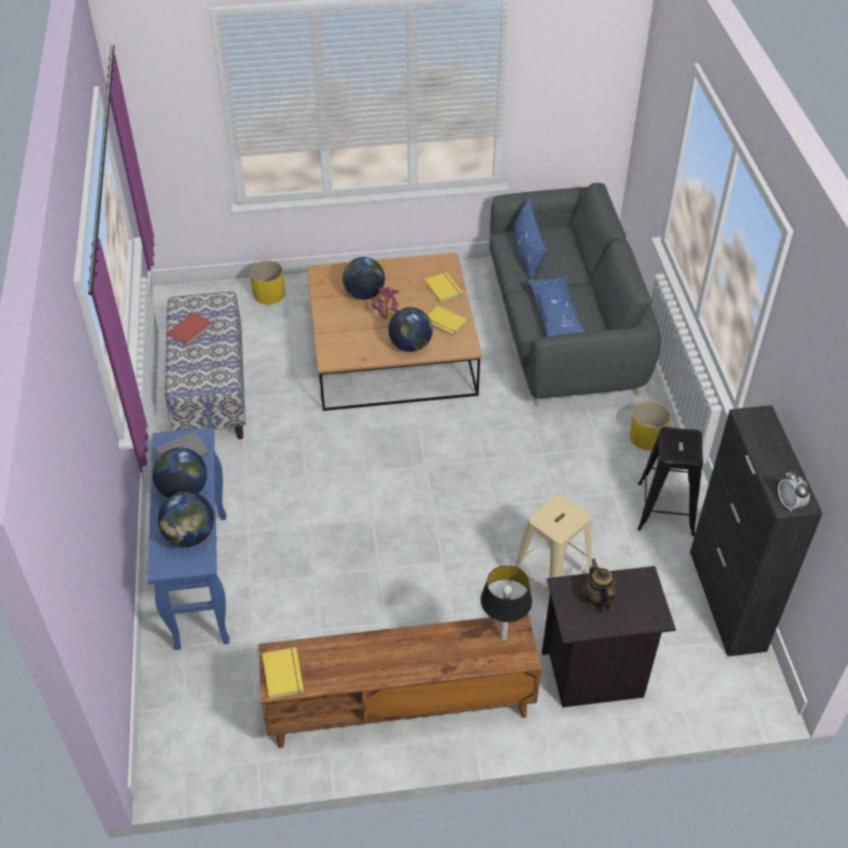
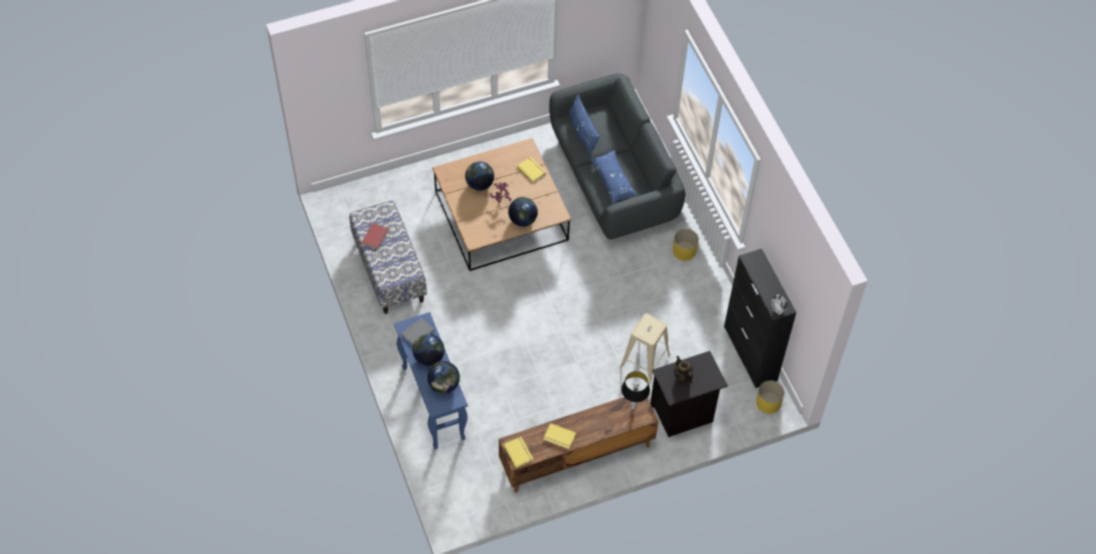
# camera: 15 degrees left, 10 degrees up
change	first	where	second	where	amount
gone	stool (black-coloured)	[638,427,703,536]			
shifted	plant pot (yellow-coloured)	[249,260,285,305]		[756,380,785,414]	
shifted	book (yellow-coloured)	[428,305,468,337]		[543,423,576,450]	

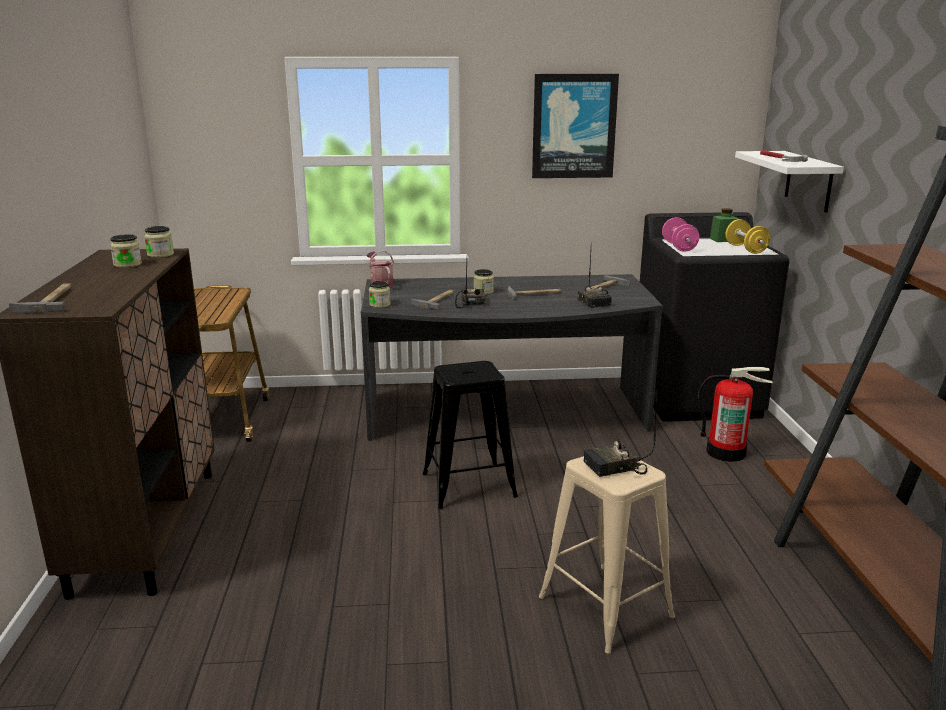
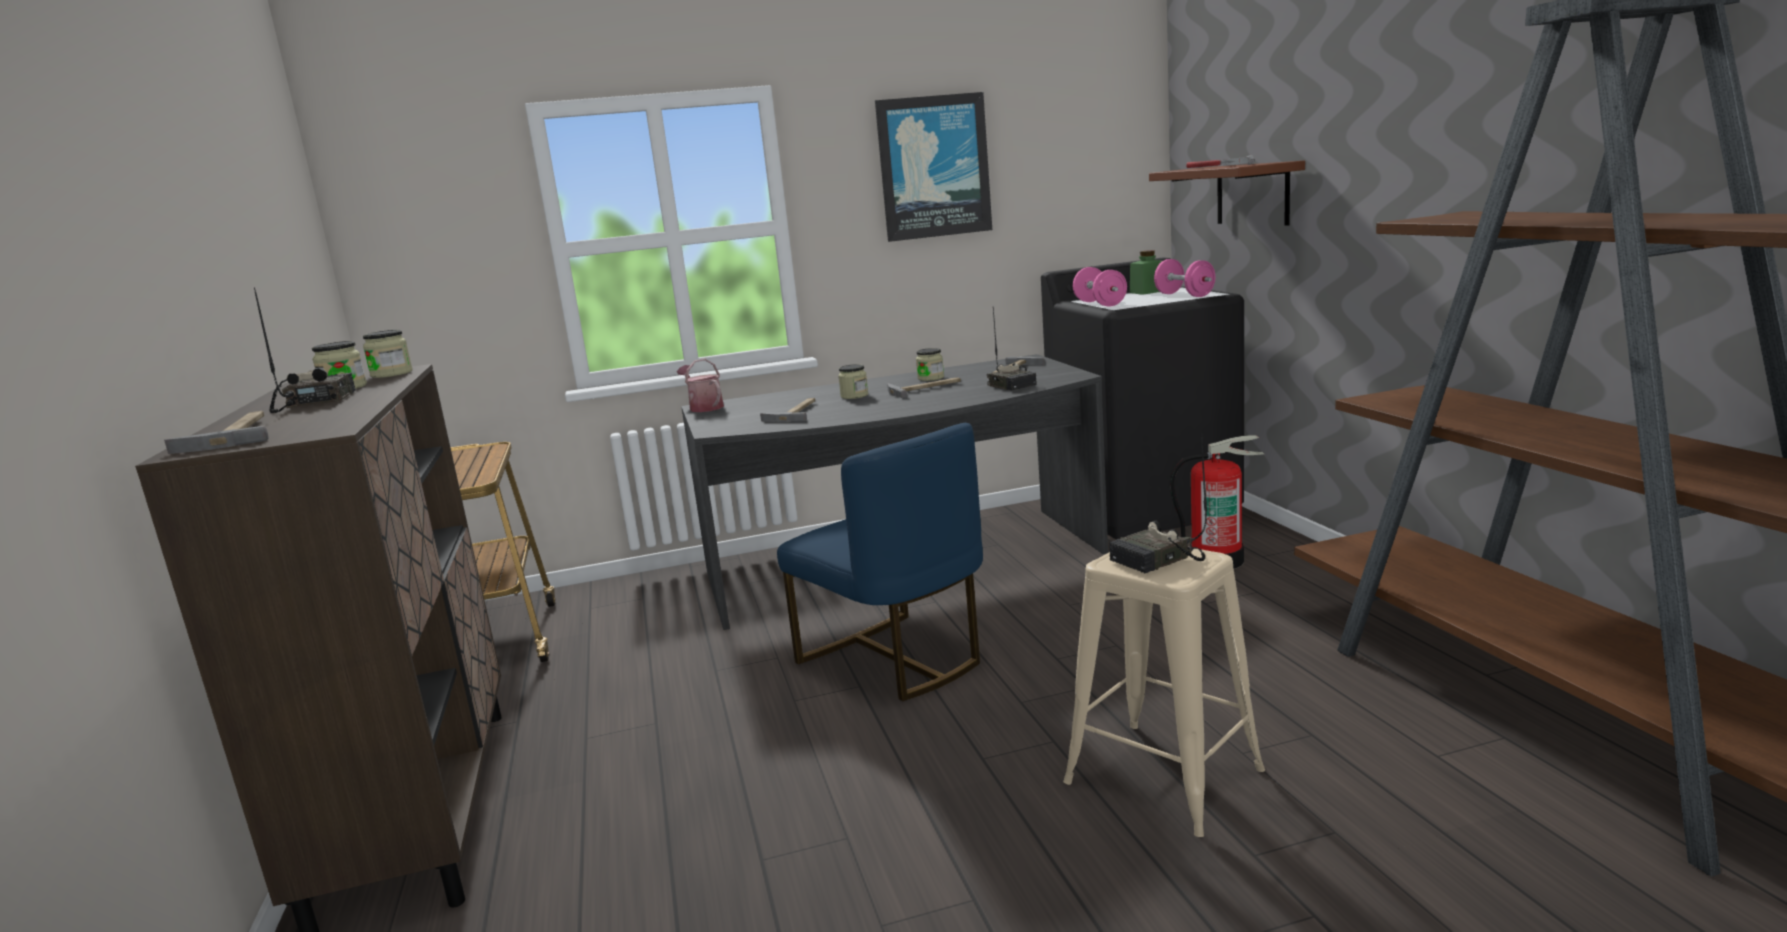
# camera: 10 degrees left, 5 degrees down
change	first	where	second	where	amount
shifted	jar	[369,281,391,308]		[916,348,944,381]	
shifted	radio	[455,262,485,308]		[254,288,356,413]	
swapped	stool (black-coloured)	[423,361,518,509]	upright chair (blue-coloured)	[777,423,983,701]	
repainted	hand weight (yellow-coloured)	[725,219,770,254]	hand weight (pink-coloured)	[1154,259,1215,297]	
repainted	bracket shelf (whitish)	[735,151,844,212]	bracket shelf (brownish)	[1149,161,1305,226]	

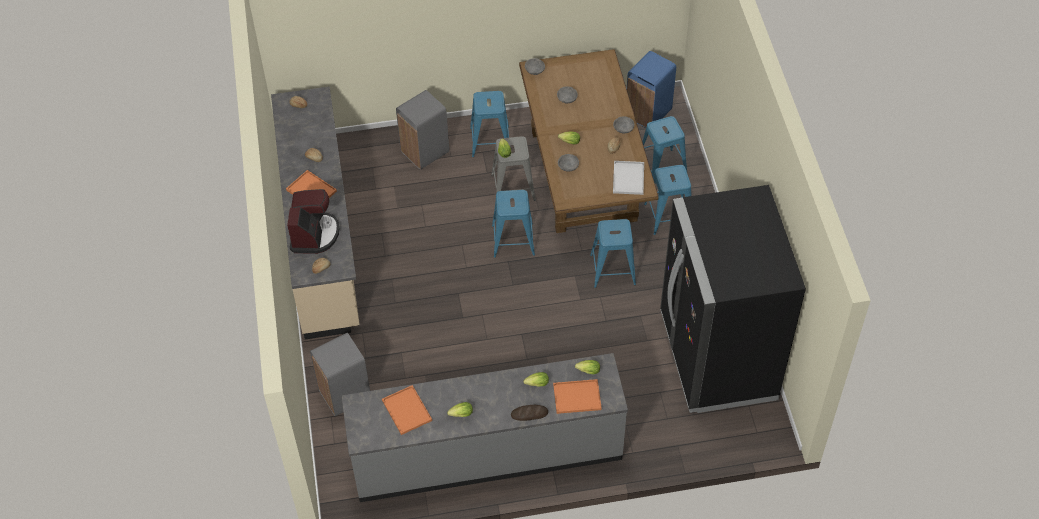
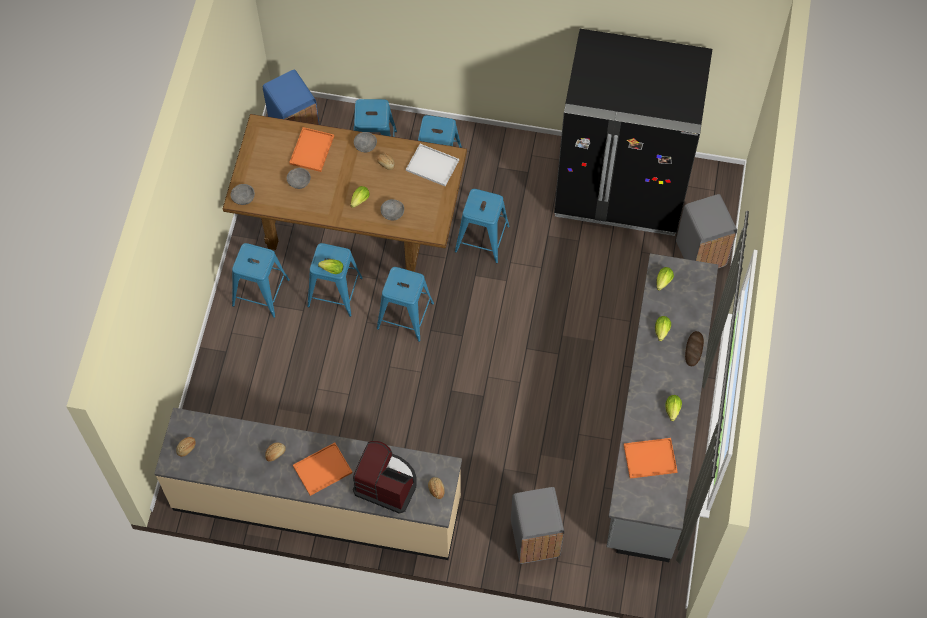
# camera: 70 degrees left, 10 degrees up
change	first	where	second	where	amount
shifted	trash can (gray)	[396,90,449,170]		[676,194,737,268]	
shifted	serving tray (orange)	[553,379,602,414]		[289,127,334,172]	
repainted	stool (gray)	[491,136,536,201]	stool (blue-coloured)	[307,243,363,317]	

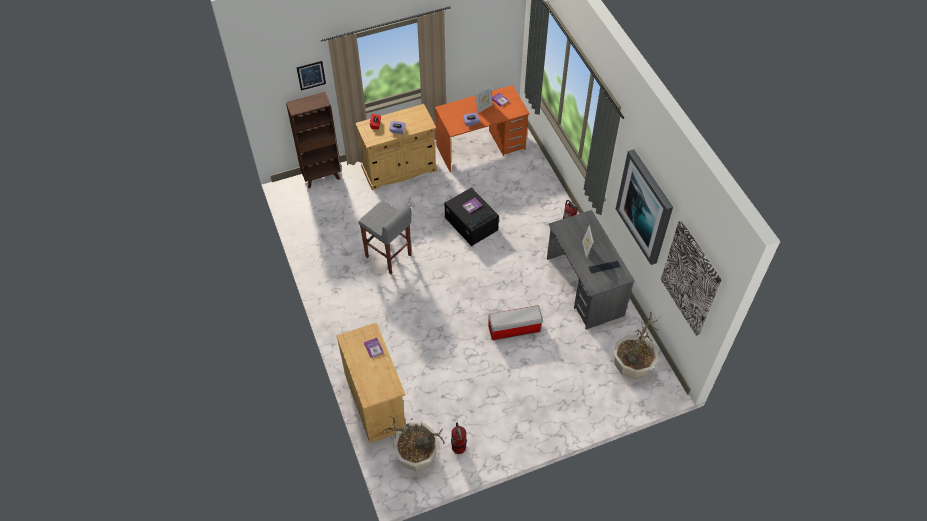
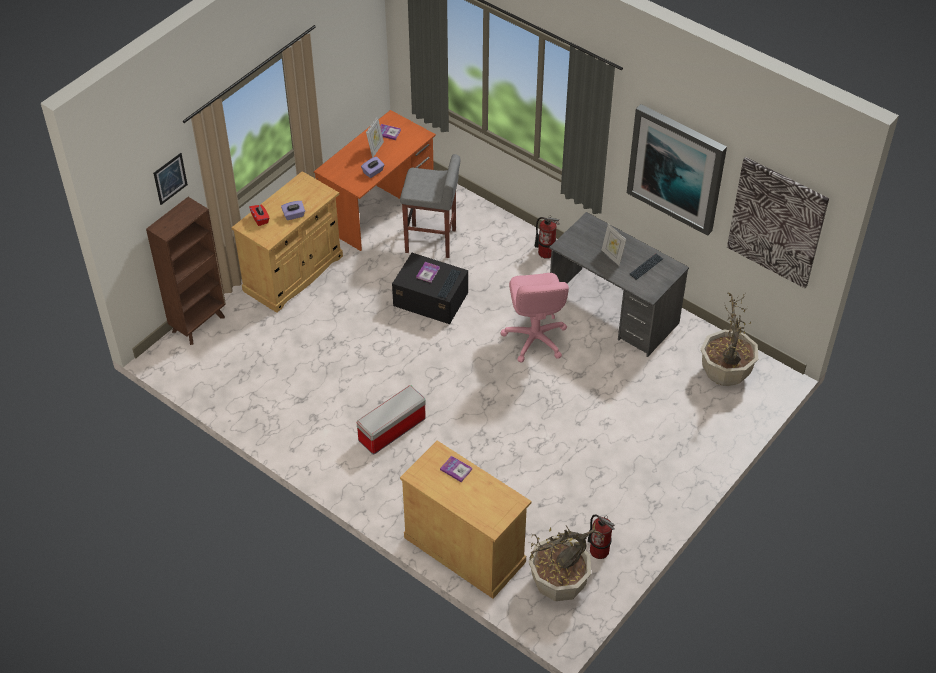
# camera: 30 degrees left, 5 degrees down
change	first	where	second	where	amount
new			desk chair (pink-coloured)	[500,273,569,363]	
shifted	stool (gray)	[358,201,412,274]		[400,154,460,258]	
shifted	storage bin	[488,305,543,340]		[357,385,426,455]	

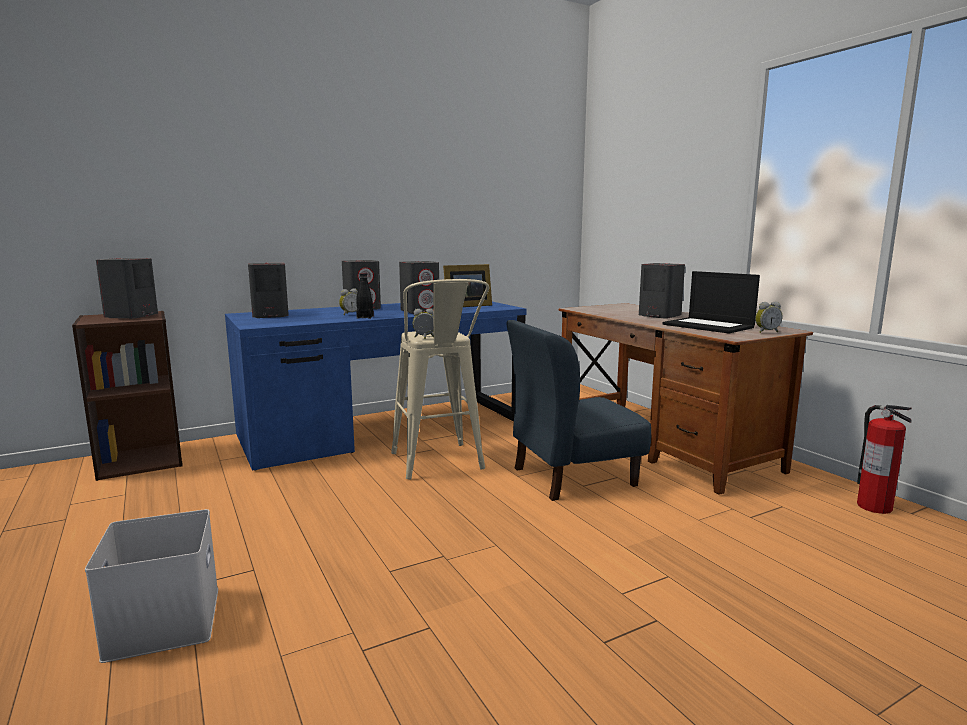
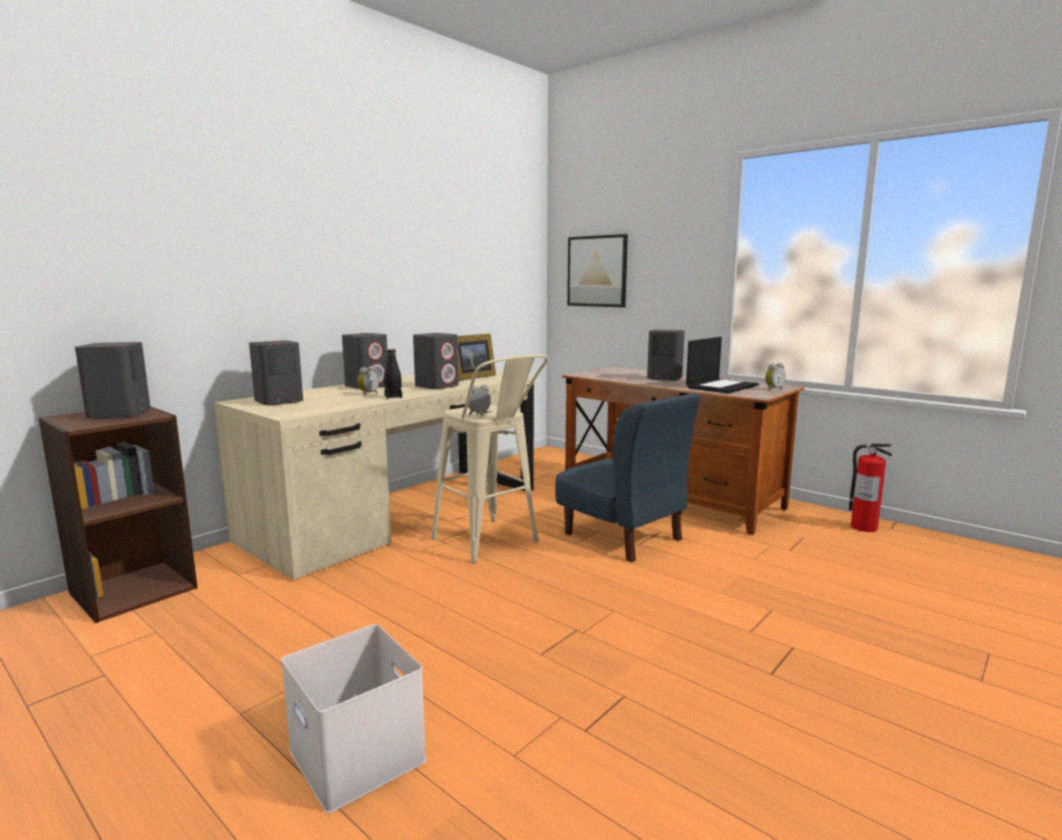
# camera: 20 degrees left, 0 degrees up
change	first	where	second	where	amount
new			wall picture	[567,234,628,307]	
repainted	desk table (blue-coloured)	[225,302,526,471]	desk table (beige-coloured)	[214,372,535,580]	
rotated	upright chair (blue-coloured)	[506,320,651,501]		[555,393,700,562]	90 degrees counterclockwise
rotated	portable computer	[663,271,760,334]		[686,337,759,394]	75 degrees counterclockwise

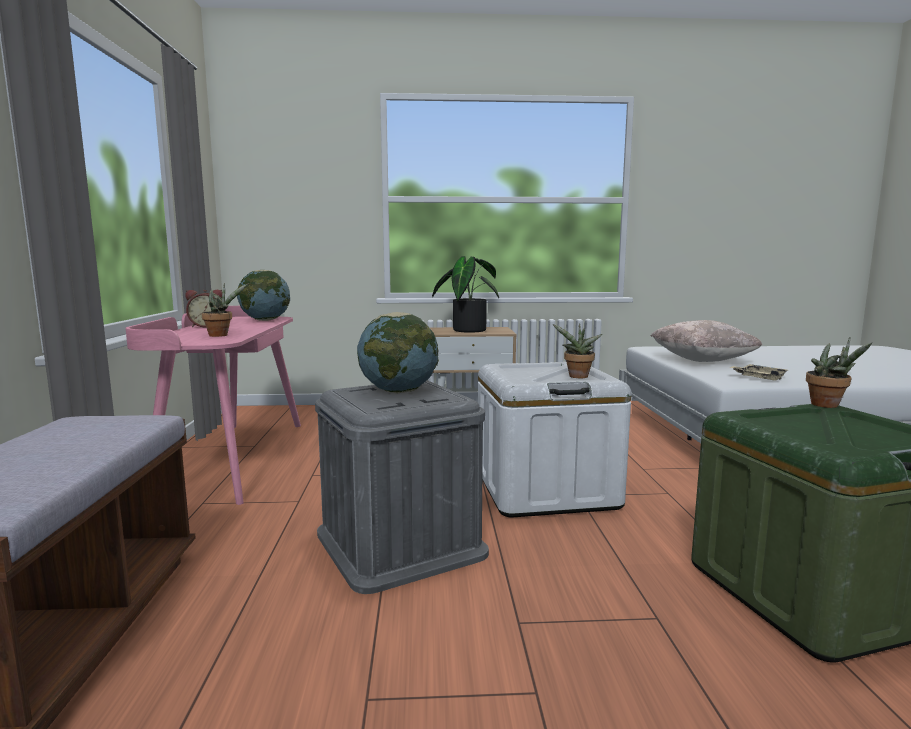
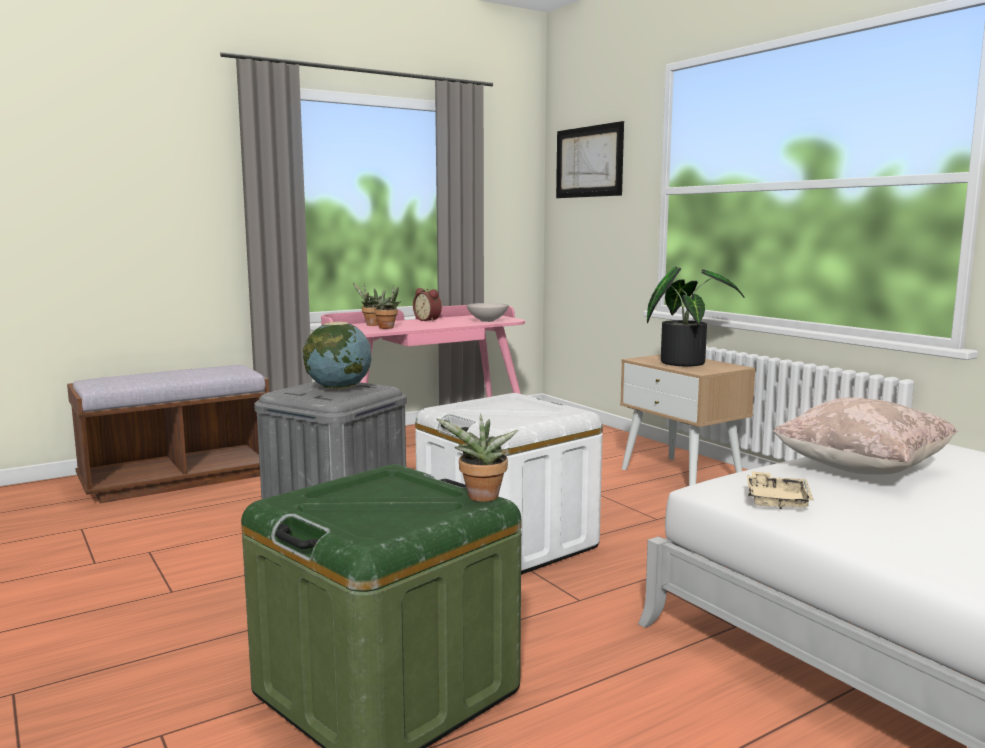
# camera: 60 degrees right, 0 degrees up
change	first	where	second	where	amount
new			wall picture	[556,121,624,198]	
shifted	potted plant	[552,323,603,378]		[353,283,381,326]	
swapped	globe	[237,270,290,321]	deep dish (whitish)	[466,303,509,322]	

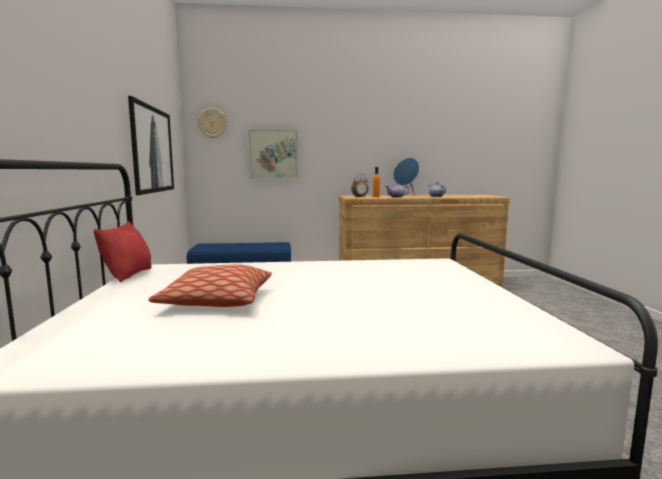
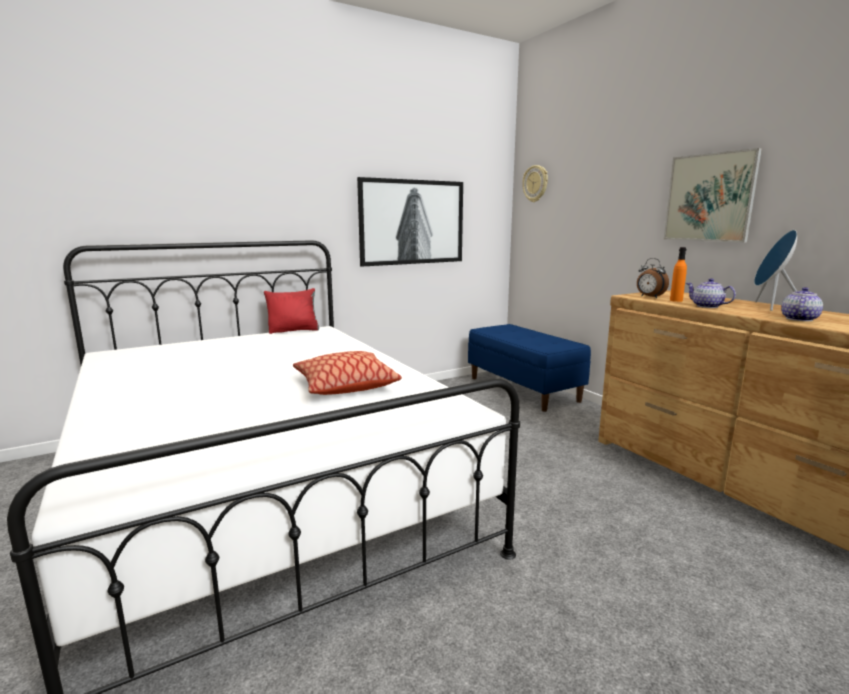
# camera: 65 degrees right, 5 degrees up
change	first	where	second	where	amount
shifted	cushion	[148,264,272,307]		[293,351,402,395]	
shifted	wall picture	[248,130,298,179]		[664,148,762,242]	

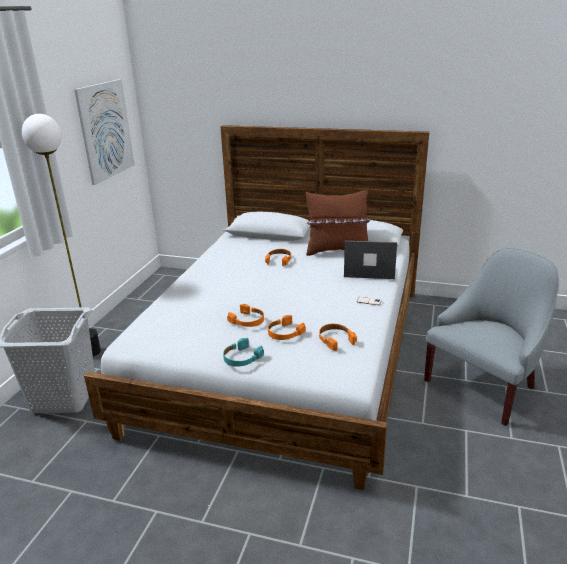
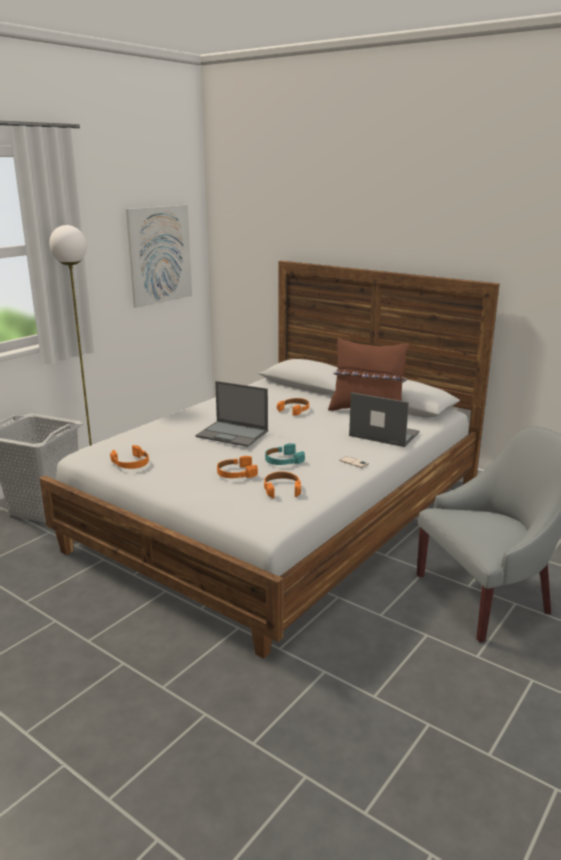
# camera: 20 degrees right, 5 degrees down
change	first	where	second	where	amount
new			portable computer	[195,381,268,447]	
shifted	headphones (blue-green)	[223,338,264,367]		[265,443,305,465]	
shifted	headphones (orange)	[227,304,264,327]		[110,445,149,469]	

